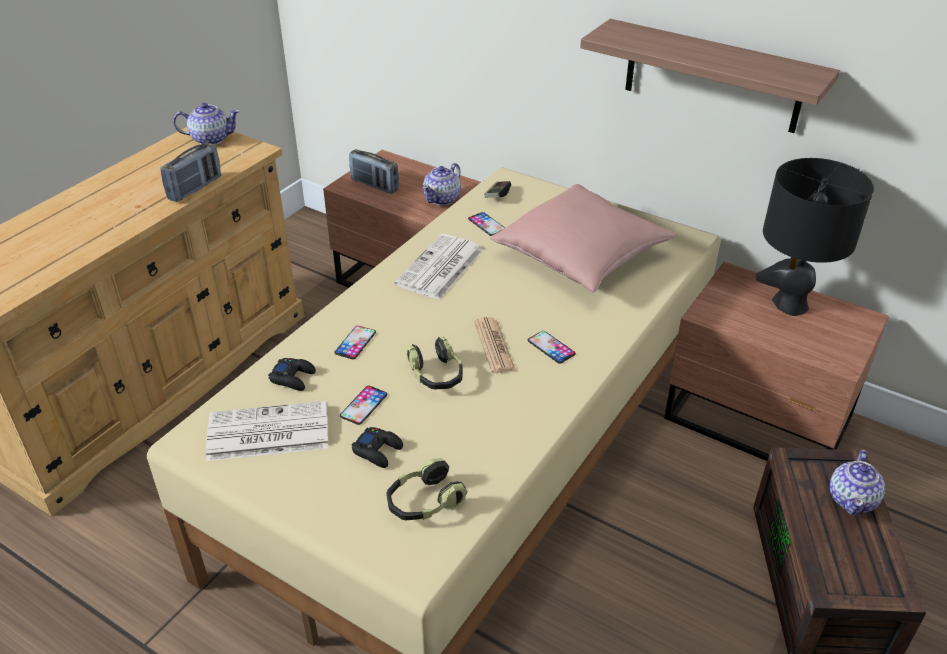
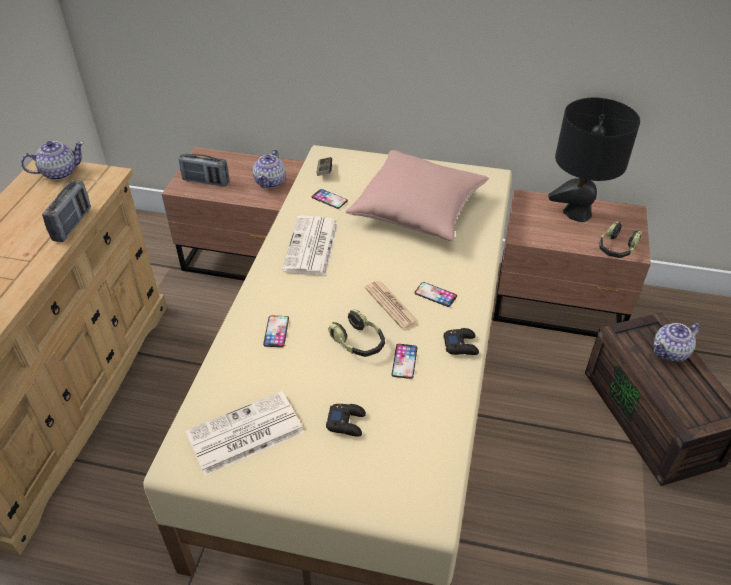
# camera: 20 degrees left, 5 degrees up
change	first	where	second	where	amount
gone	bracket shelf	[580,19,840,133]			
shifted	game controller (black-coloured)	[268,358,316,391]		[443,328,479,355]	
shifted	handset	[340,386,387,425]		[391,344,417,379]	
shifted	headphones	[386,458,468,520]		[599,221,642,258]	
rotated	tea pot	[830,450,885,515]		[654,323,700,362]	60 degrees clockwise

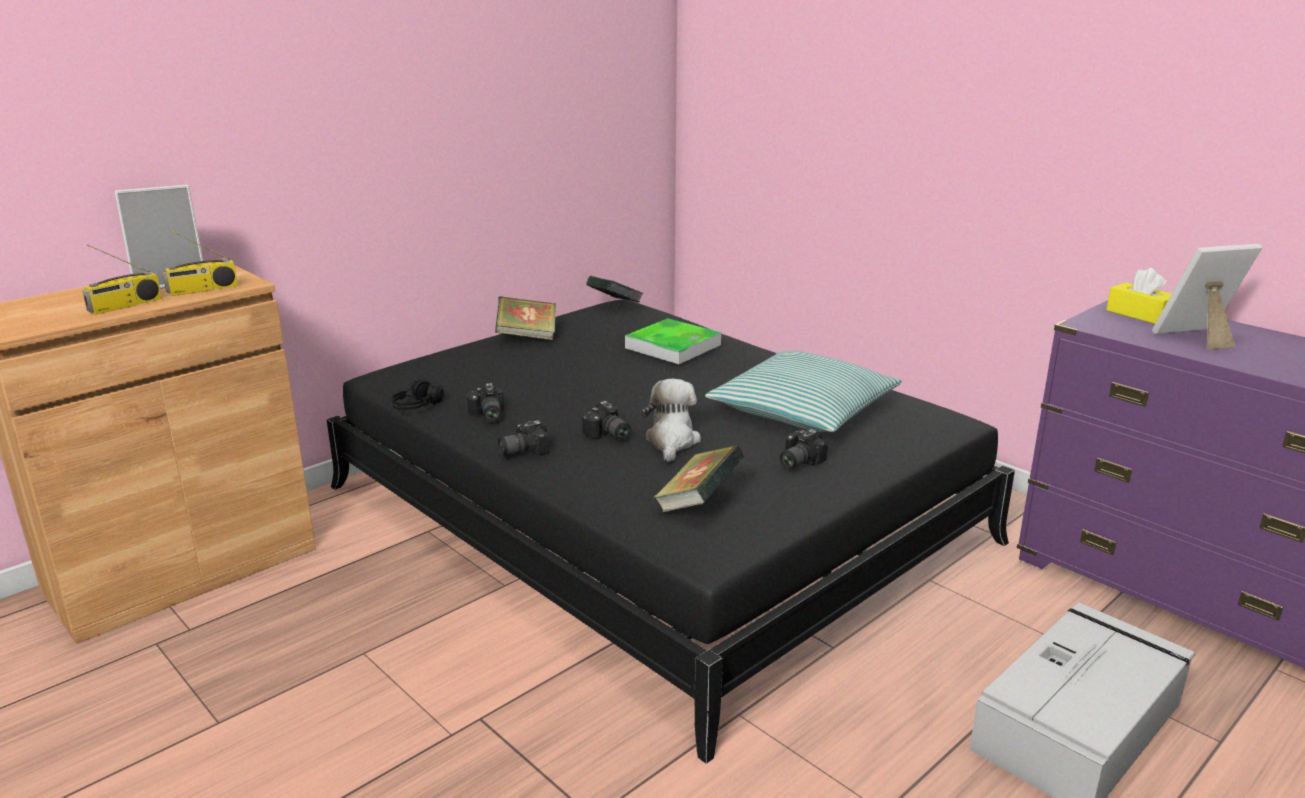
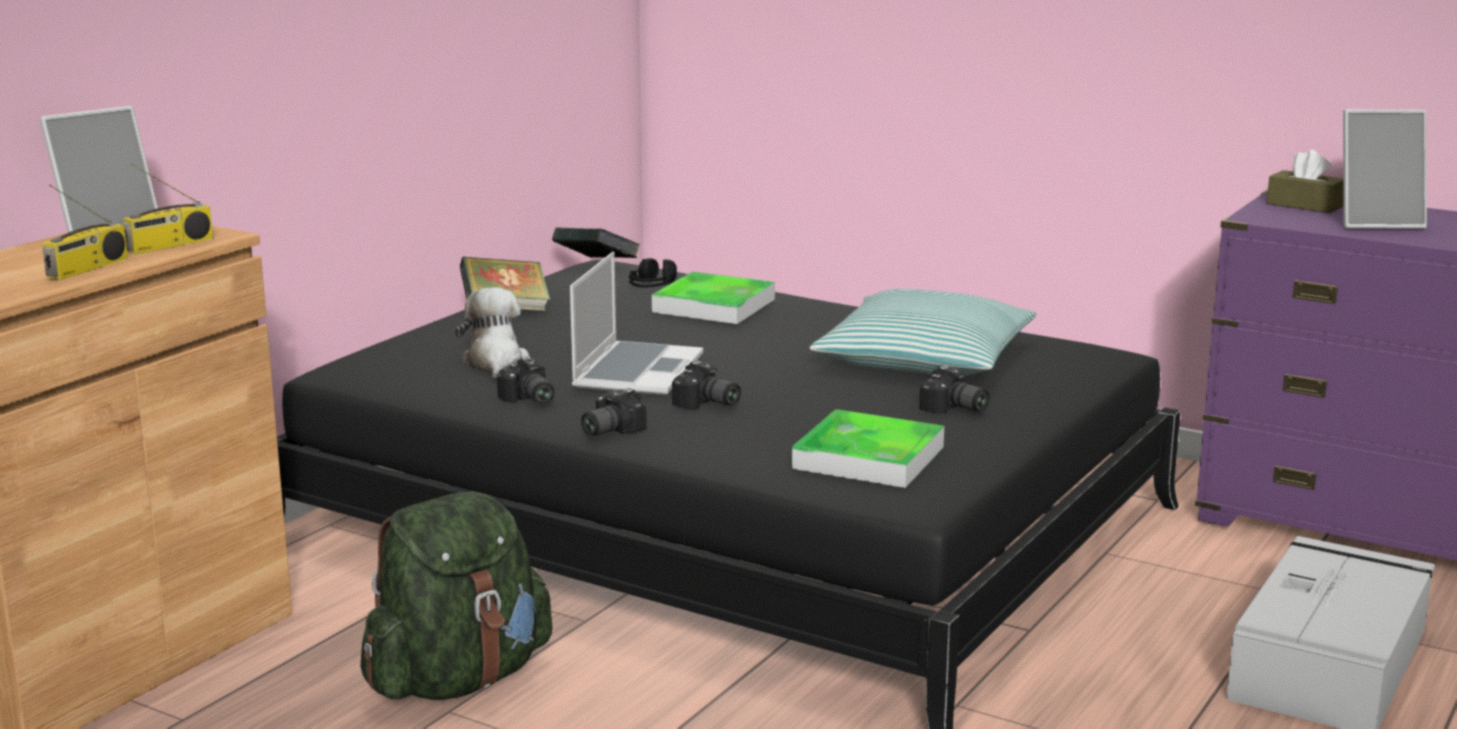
# camera: 15 degrees left, 5 degrees down
change	first	where	second	where	amount
new			knapsack (greenish)	[360,492,552,700]	
new			portable computer	[570,252,704,396]	
shifted	headphones (black-coloured)	[392,379,444,410]		[629,258,677,288]	
shifted	plush toy	[642,379,701,462]		[455,287,529,378]	
swapped	book	[654,445,744,513]	serving tray	[792,409,944,488]	
repainted	tissue holder (yellow-coloured)	[1106,268,1171,324]	tissue holder (brownish)	[1267,149,1344,213]	
rotated	still camera	[780,429,828,469]		[919,365,990,414]	75 degrees counterclockwise
rotated	photo frame	[1152,244,1262,350]		[1343,109,1427,229]	150 degrees counterclockwise

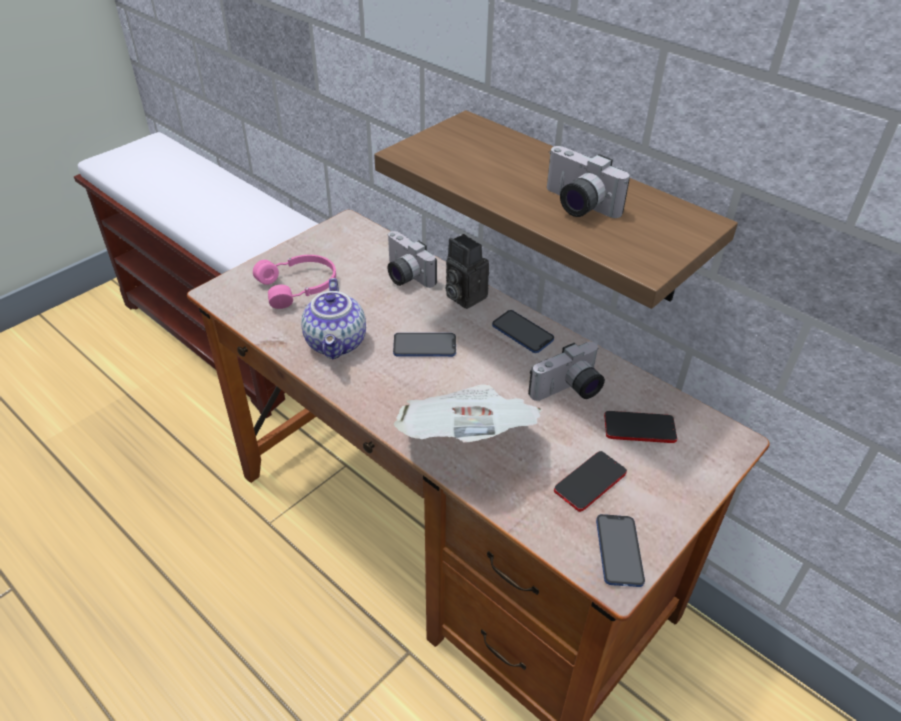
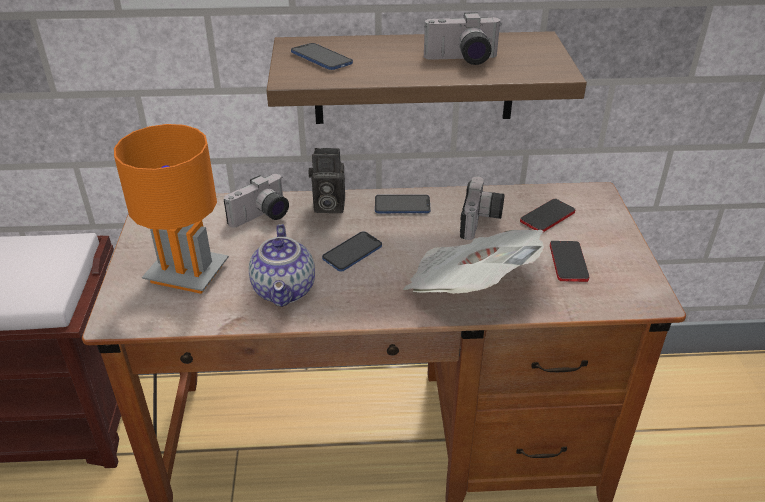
# camera: 45 degrees left, 5 degrees down
change	first	where	second	where	amount
shifted	handset	[596,514,645,587]		[291,43,353,70]	
swapped	headphones (pink-coloured)	[253,255,336,309]	tabletop lamp (orange)	[114,124,229,294]	
rotated	tea pot	[301,278,366,359]		[249,224,315,307]	45 degrees clockwise
rotated	still camera	[387,231,437,288]		[224,174,289,228]	45 degrees counterclockwise

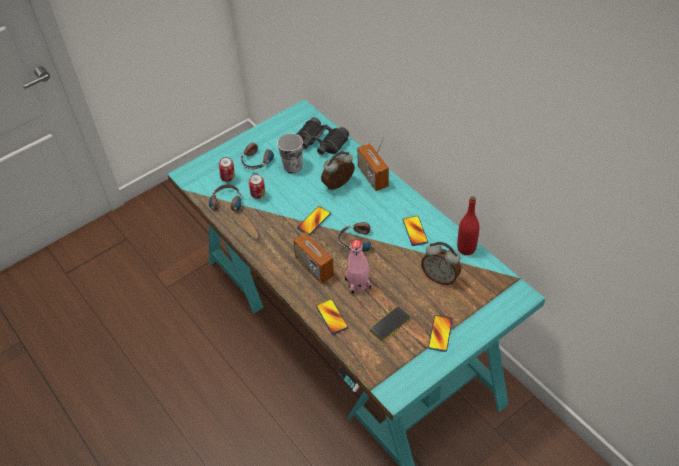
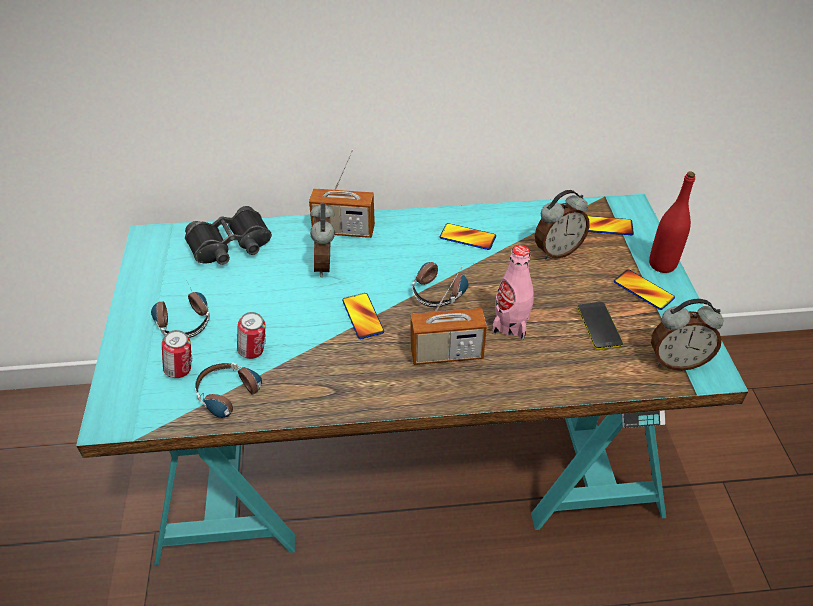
# camera: 60 degrees left, 5 degrees down
change	first	where	second	where	amount
gone	cup	[277,133,303,174]			
new			table clock	[651,299,723,371]	
shifted	handset	[316,299,348,335]		[588,216,634,235]	
shifted	drink bottle (red)	[457,196,479,255]		[649,171,695,273]	

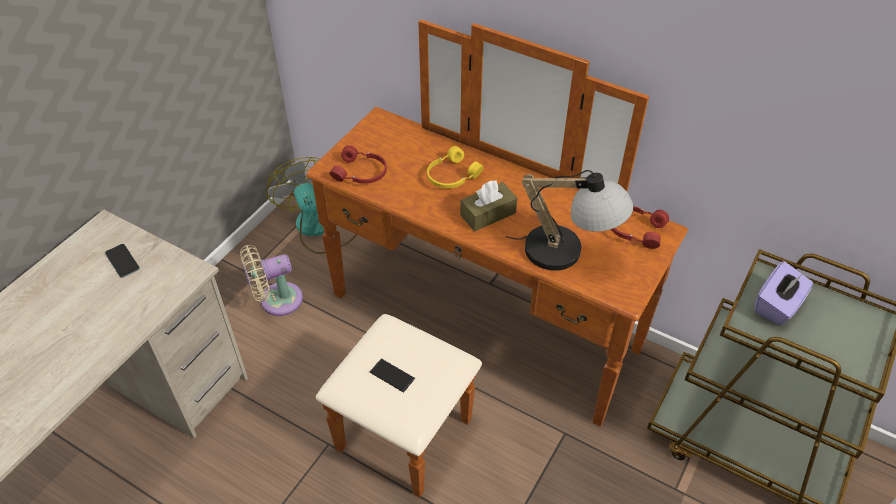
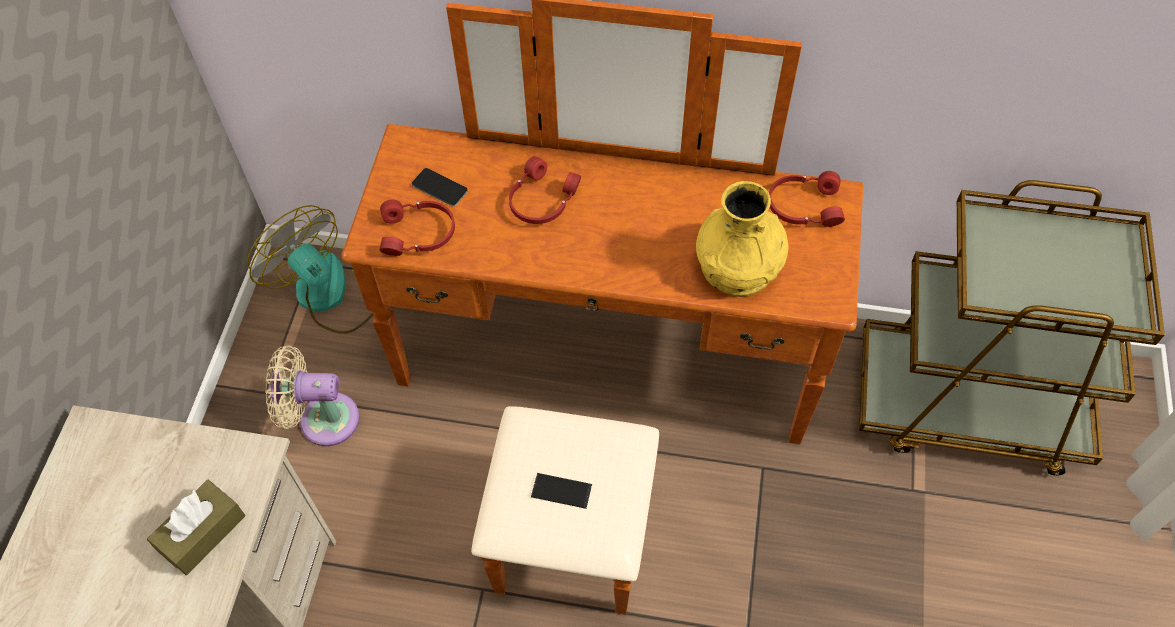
# camera: 20 degrees left, 10 degrees up
change	first	where	second	where	amount
gone	tissue holder (purple)	[754,261,813,326]			
shifted	handset	[105,244,140,278]		[412,168,468,206]	
shifted	tissue holder (brownish)	[460,180,517,232]		[147,480,245,575]	
swapped	tabletop lamp	[505,170,633,271]	decorative vase (yellow-coloured)	[696,181,789,297]	
repainted	headphones (yellow-coloured)	[427,146,484,189]	headphones (red)	[509,156,581,224]	
rotated	electric fan (beige-coloured)	[240,245,303,316]		[265,345,360,446]	45 degrees clockwise

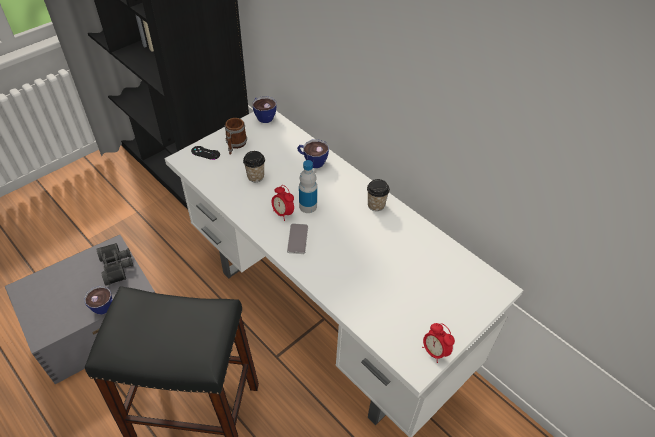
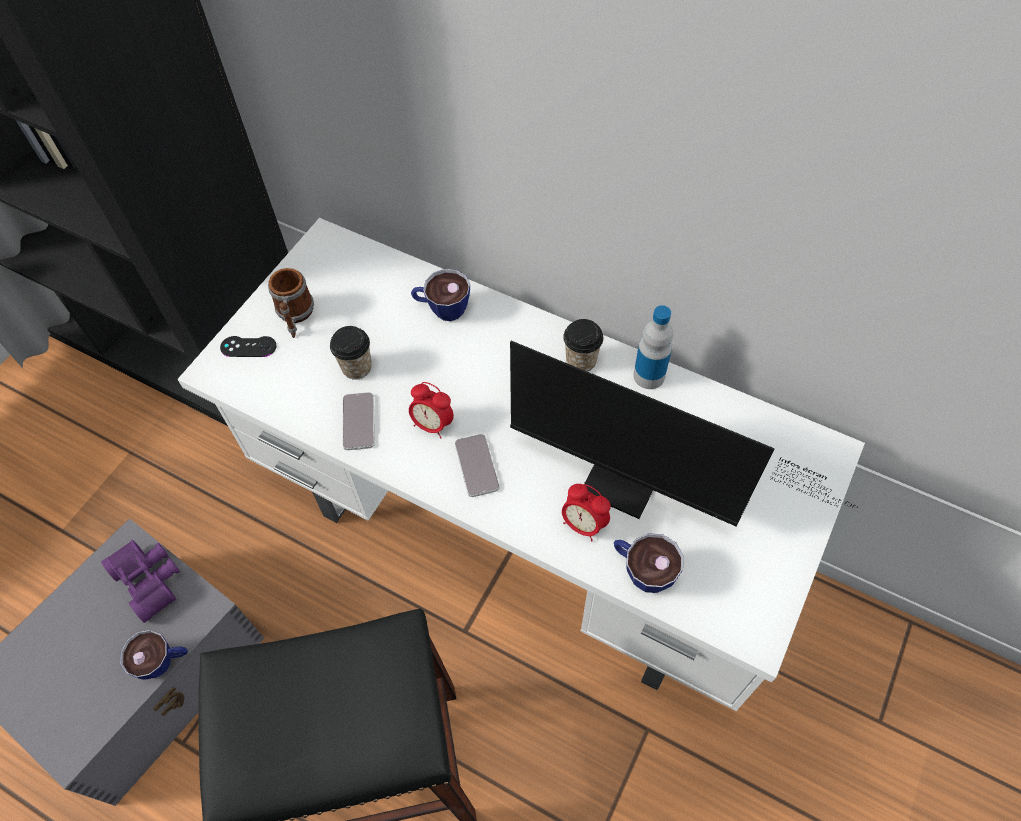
# camera: 15 degrees left, 10 degrees up
change	first	where	second	where	amount
new			handset	[343,392,375,450]	
new			computer screen	[510,341,858,526]	
shifted	cup	[252,96,276,123]		[614,533,683,593]	
shifted	drink bottle	[299,160,317,213]		[633,305,673,389]	
shifted	table clock	[422,323,455,363]		[562,484,611,541]	
repainted	field glasses (black-coloured)	[97,243,134,286]	field glasses (purple)	[101,540,180,623]	

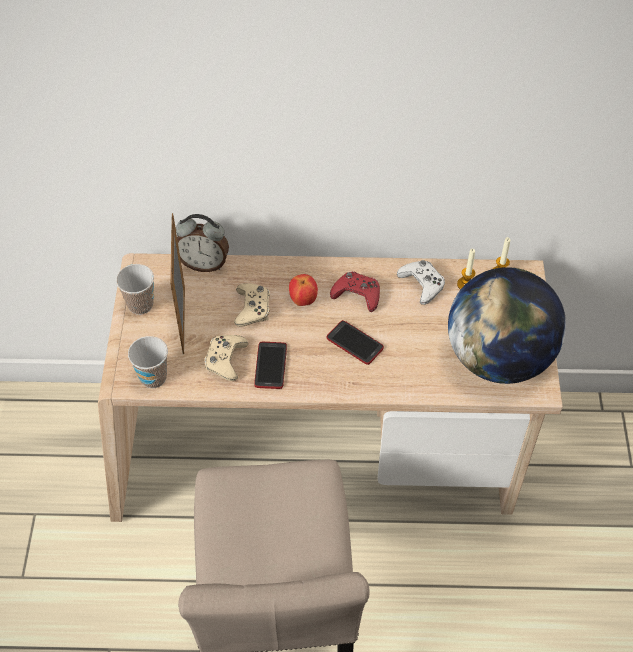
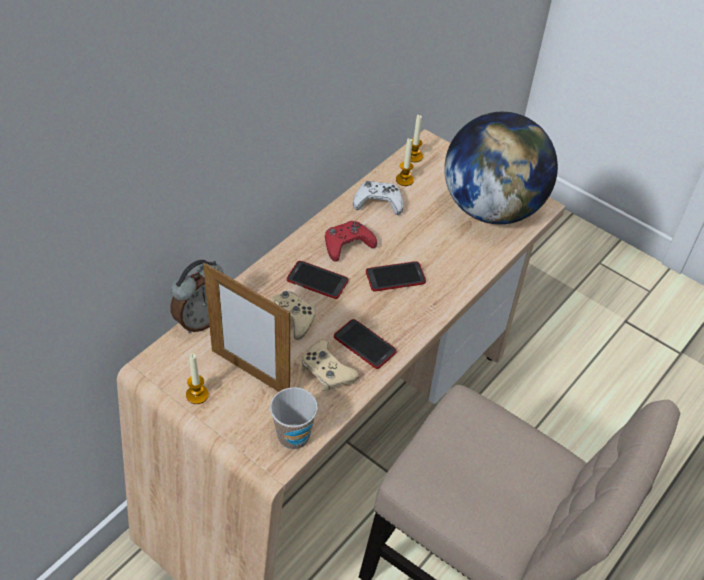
# camera: 55 degrees left, 5 degrees down
change	first	where	second	where	amount
swapped	cup	[116,264,154,315]	wax candle	[186,353,209,404]	
swapped	whole apple	[289,274,318,306]	handset	[287,261,349,299]	

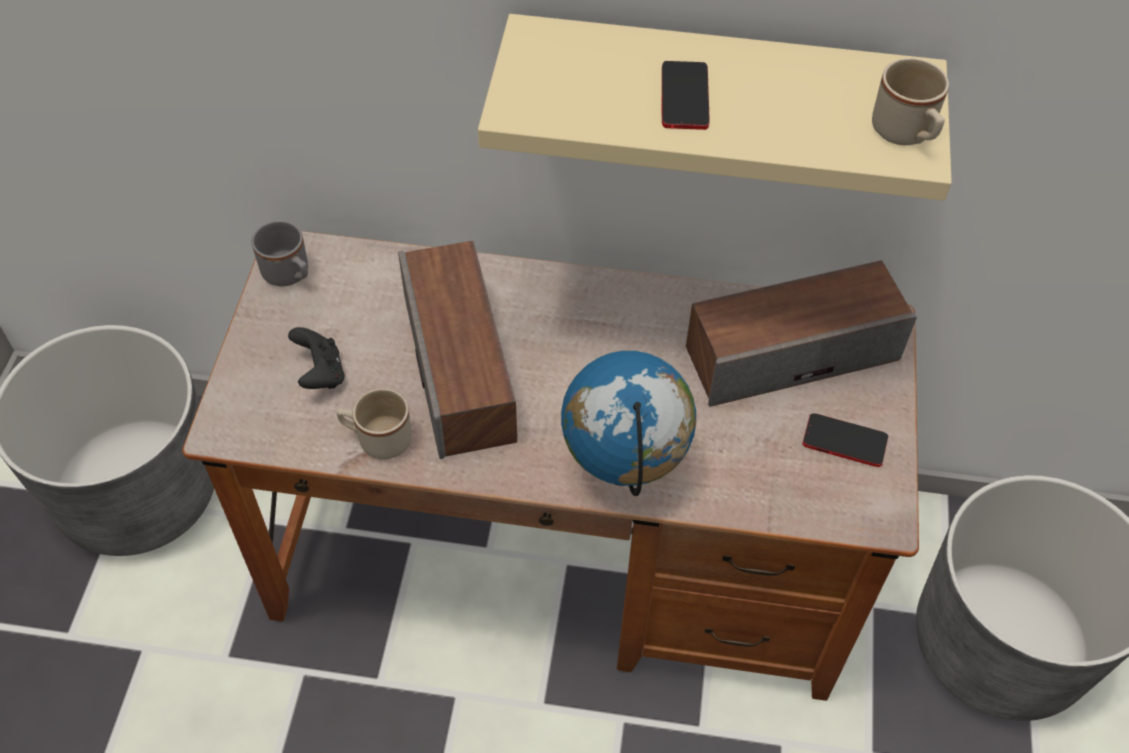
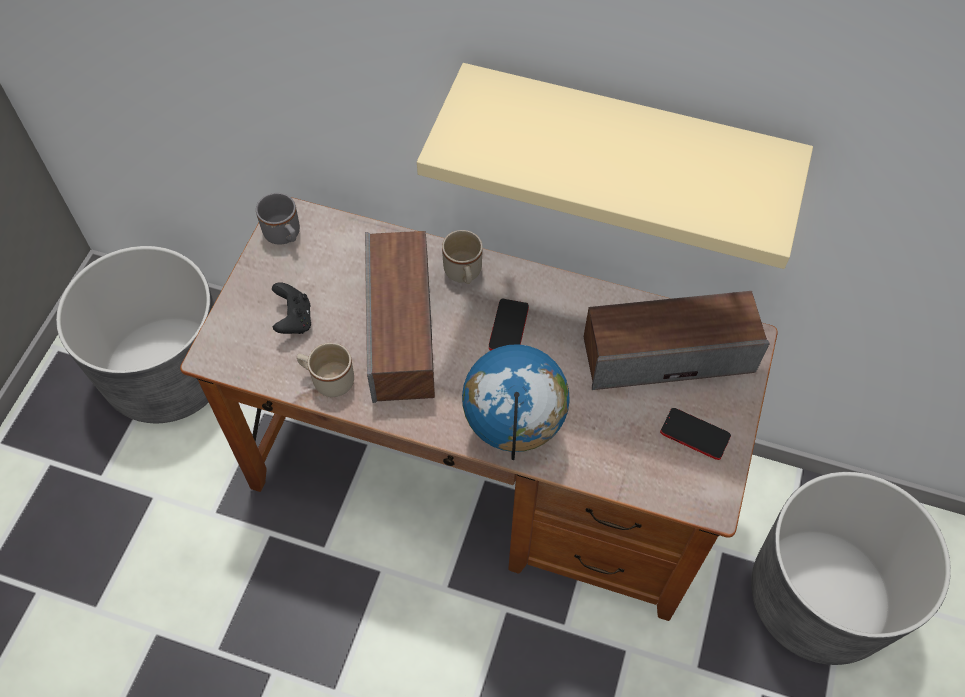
# camera: 10 degrees right, 5 degrees up
change	first	where	second	where	amount
shifted	handset	[661,61,710,130]		[489,298,529,351]	
shifted	coffee mug (beige-coloured)	[872,58,949,145]		[442,230,483,284]	

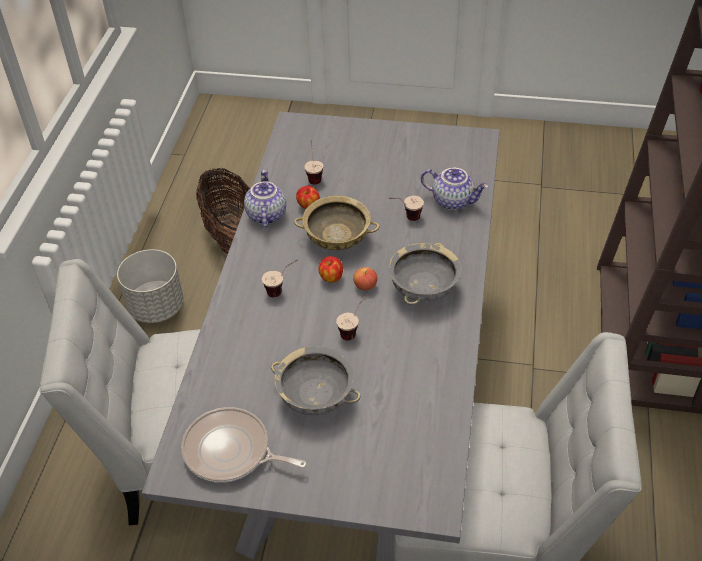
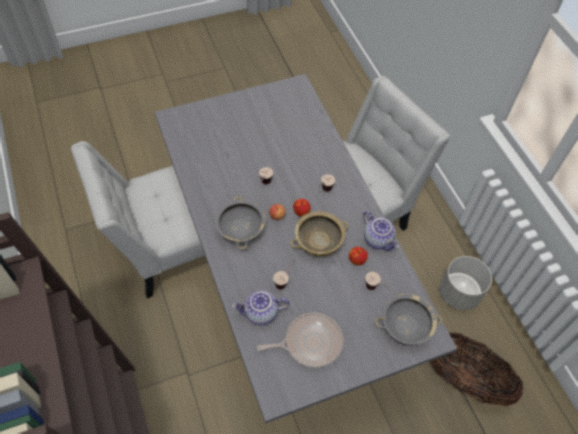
# camera: 145 degrees right, 10 degrees up
change	first	where	second	where	amount
shifted	pan	[181,407,306,483]		[257,313,343,368]	
shifted	deep dish (gray)	[271,346,361,415]		[375,294,442,346]	

